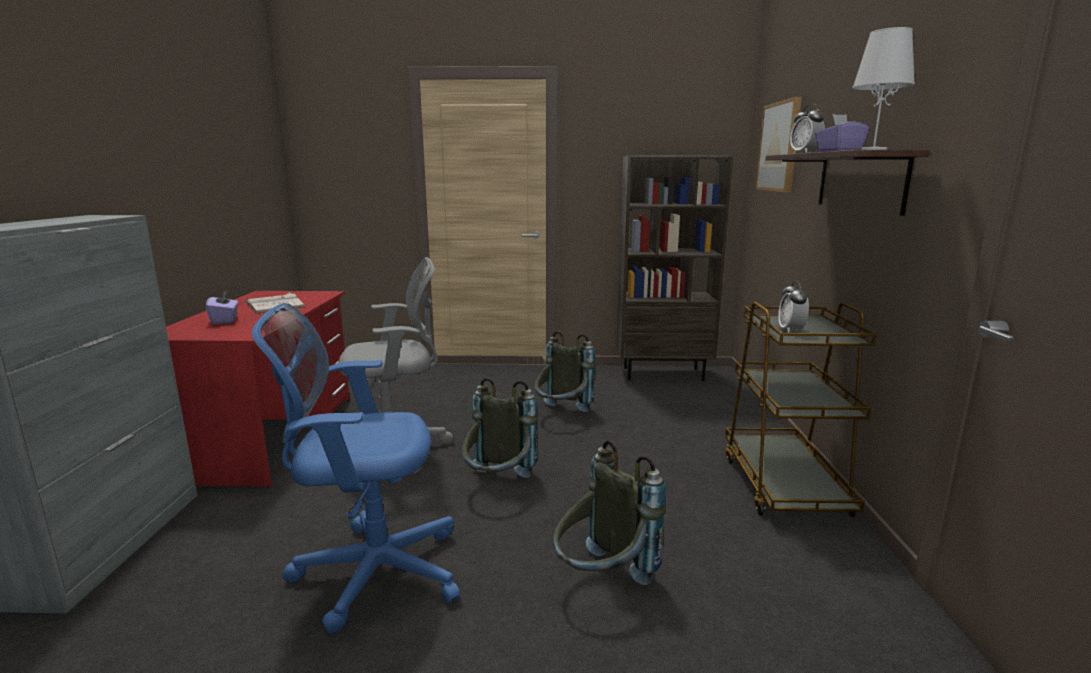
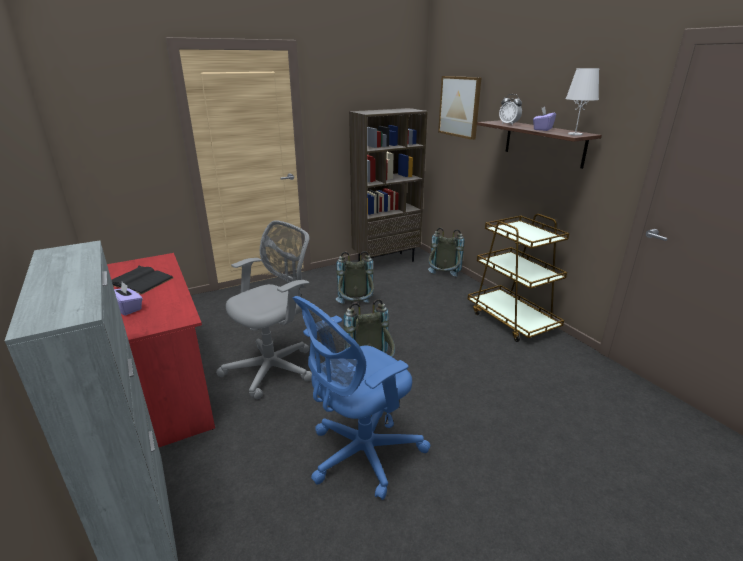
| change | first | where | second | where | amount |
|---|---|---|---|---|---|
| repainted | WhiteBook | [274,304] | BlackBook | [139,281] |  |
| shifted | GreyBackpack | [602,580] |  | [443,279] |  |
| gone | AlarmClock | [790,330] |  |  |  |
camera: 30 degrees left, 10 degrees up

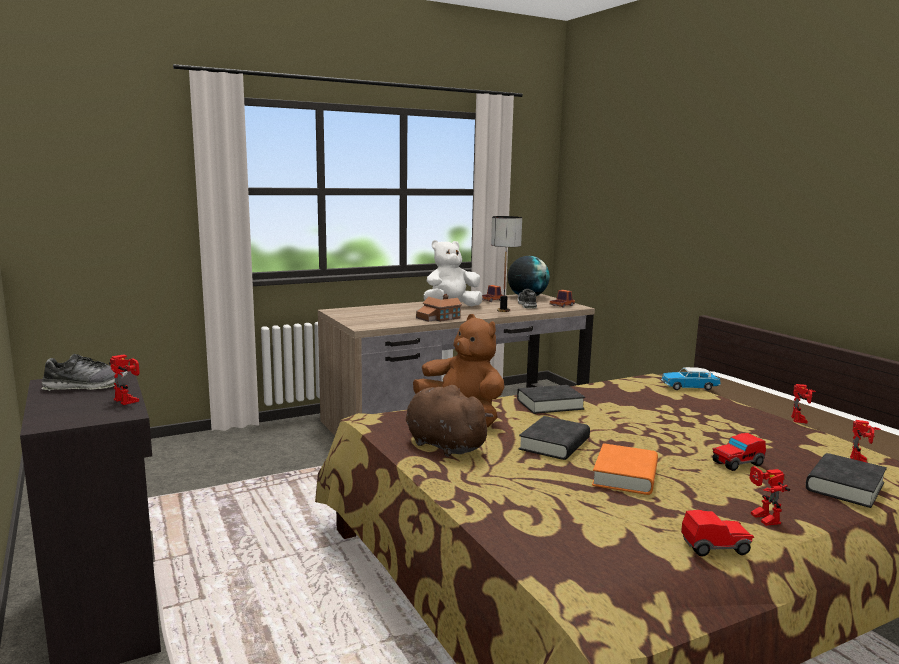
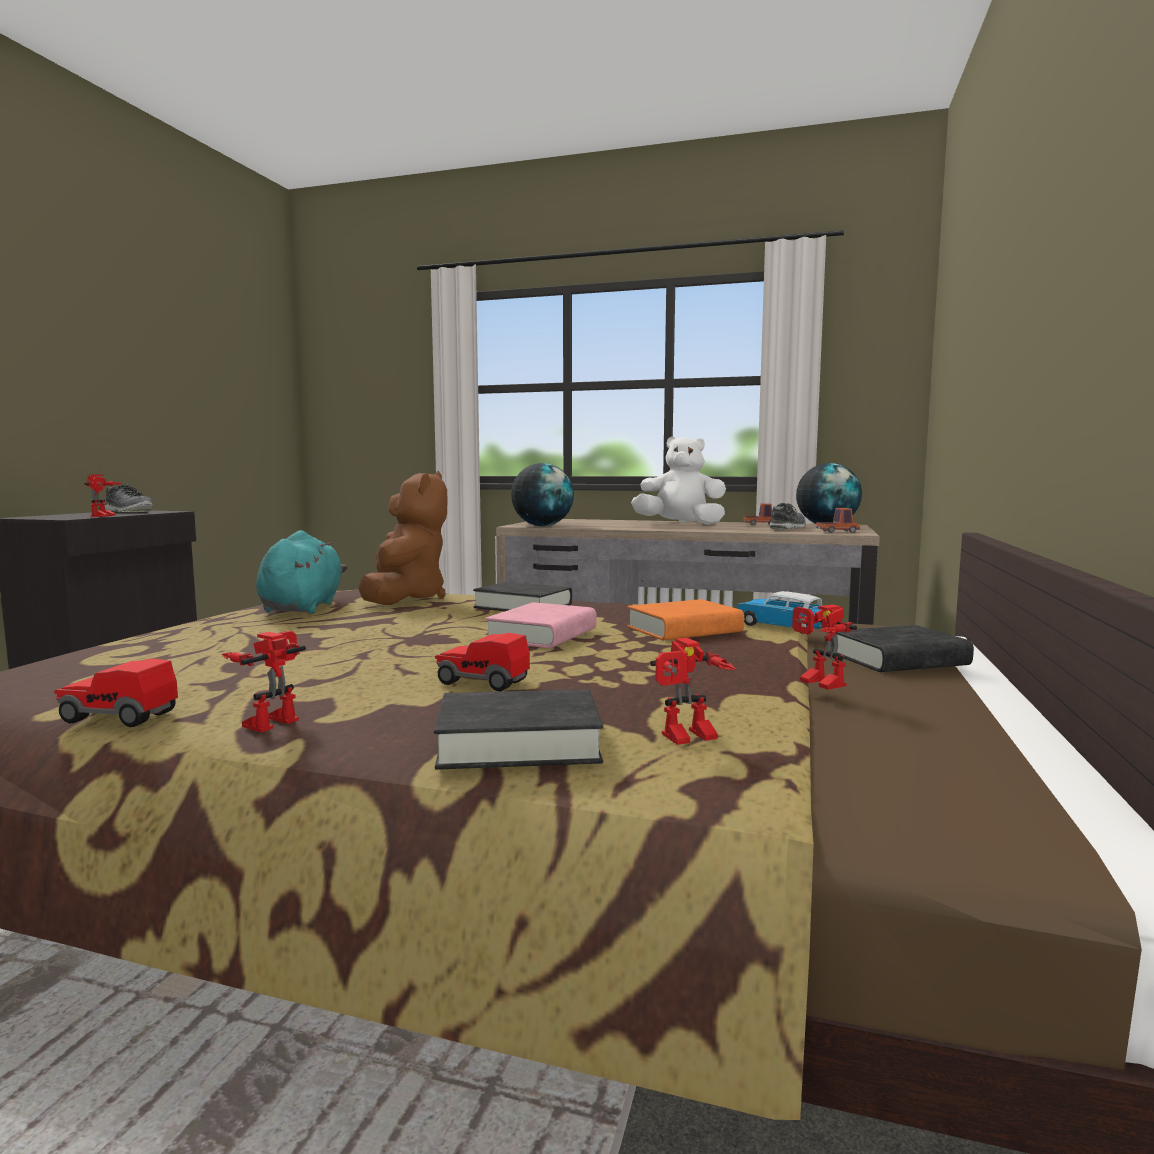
| change | first | where | second | where | amount |
|---|---|---|---|---|---|
| repainted | BrownPlushToy | [443,445] | TurquoisePlushToy | [303,607] |  |
| gone | ToyHouse | [438,318] |  |  |  |
| gone | TableLamp | [503,310] |  |  |  |
| shifted | BlackBook | [554,444] |  | [899,659] |  |
| shifted | OrangeBook | [625,476] |  | [684,630] |  |
| rotated | ToyCar | [715,547] |  | [119,717] | 150 degrees clockwise |
| rotated | ToyRobot | [802,420] |  | [816,683] | 90 degrees clockwise |
| new |  |  | PinkBook | [542,635] |  |
| new |  |  | Globe | [542,526] |  |
camera: 45 degrees right, 5 degrees down

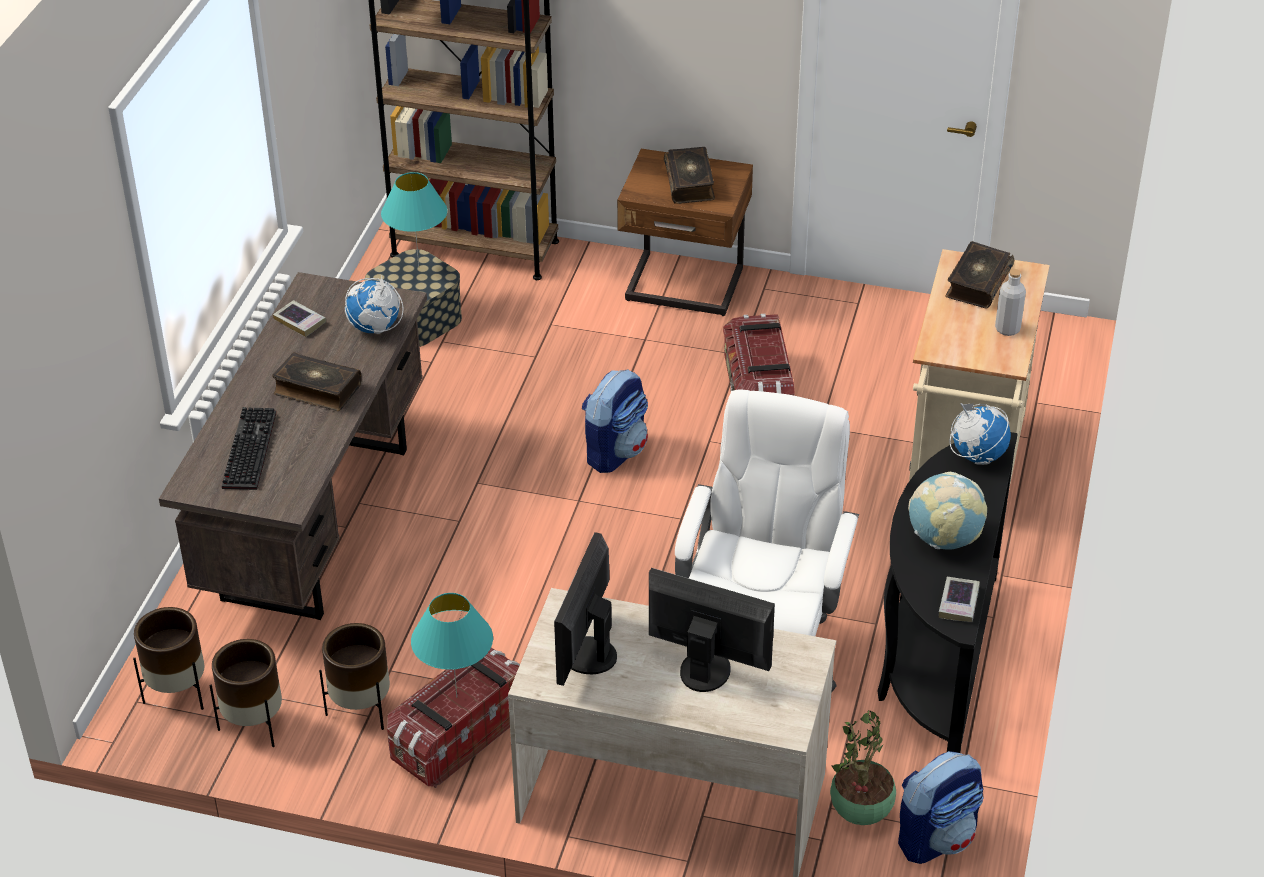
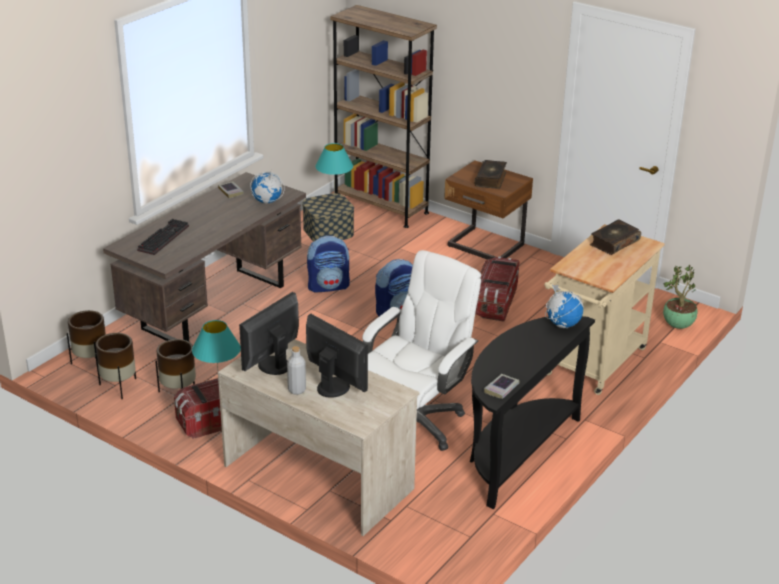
| change | first | where | second | where | amount |
|---|---|---|---|---|---|
| gone | Book | [317,390] |  |  |  |
| shifted | PottedPlant | [860,814] |  | [677,326] |  |
| shifted | Backpack | [937,838] |  | [328,286] |  |
| gone | Globe | [944,539] |  |  |  |
| shifted | GreyBottle | [1007,329] |  | [297,390] |  |
camera: 20 degrees right, 10 degrees down

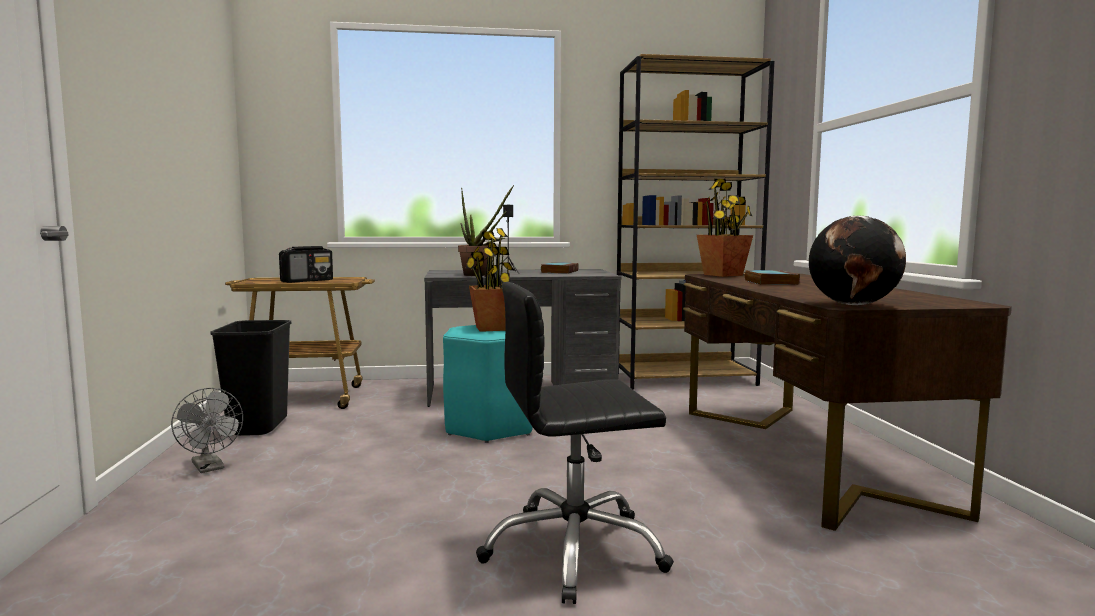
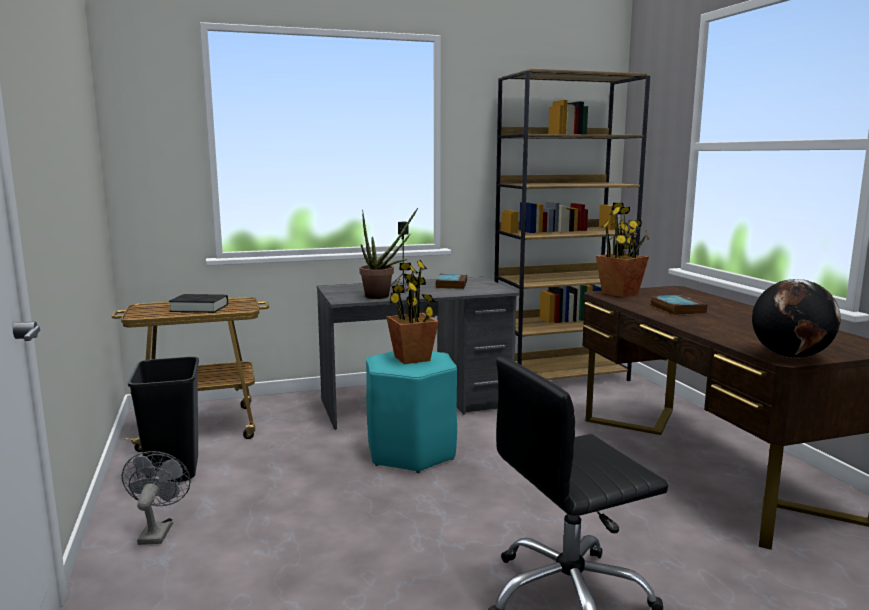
| change | first | where | second | where | amount |
|---|---|---|---|---|---|
| rotated | GreyFan | [210,467] |  | [157,531] | 135 degrees counterclockwise |
| swapped | Radio | [307,281] | BlackBook | [199,308] |  |
camera: 10 degrees left, 5 degrees up

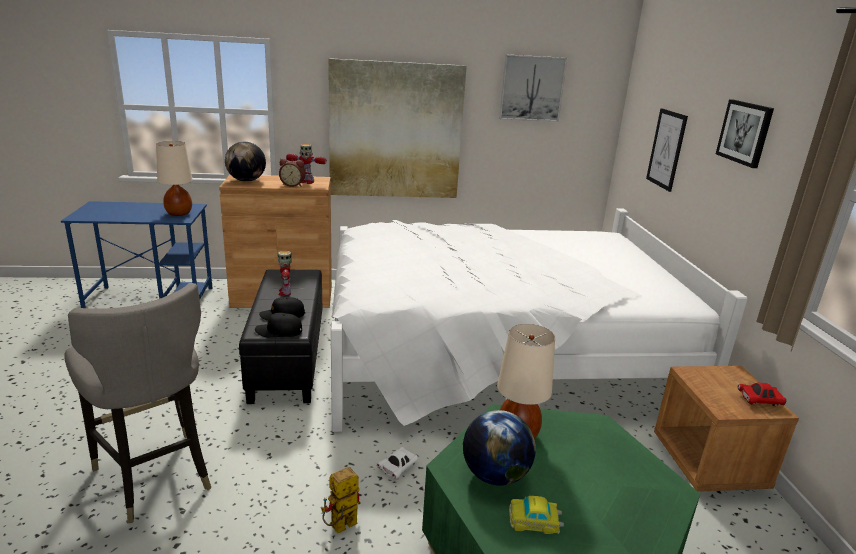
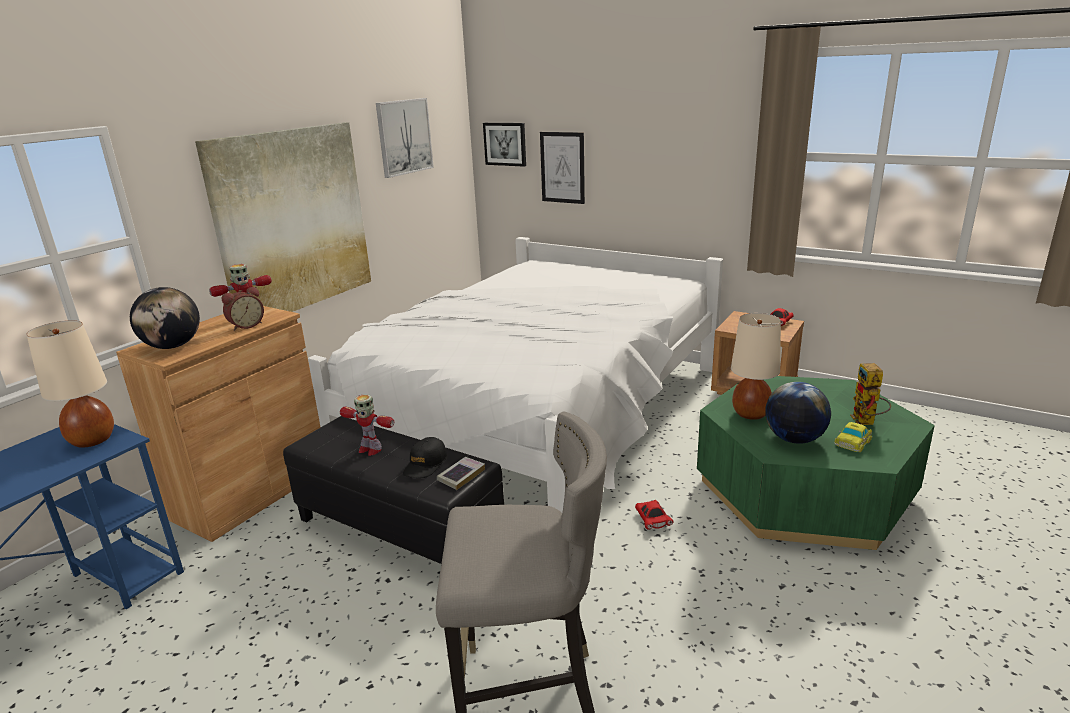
| change | first | where | second | where | amount |
|---|---|---|---|---|---|
| swapped | BlackCap | [279,331] | Book | [461,476] |  |
| shifted | ToyRobot | [339,528] |  | [866,422] |  |
| repainted | WhiteToyCar | [397,468] | RedToyCar | [652,520] |  |
| shifted | Picture | [745,132] |  | [505,144] |  |
camera: 50 degrees left, 0 degrees up

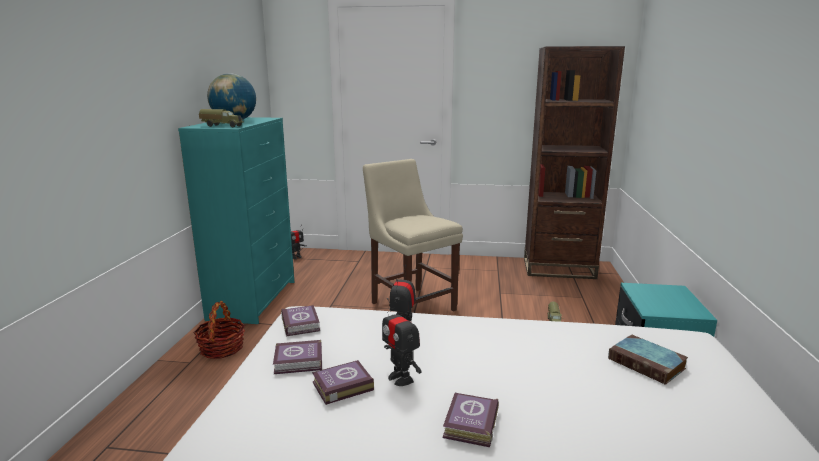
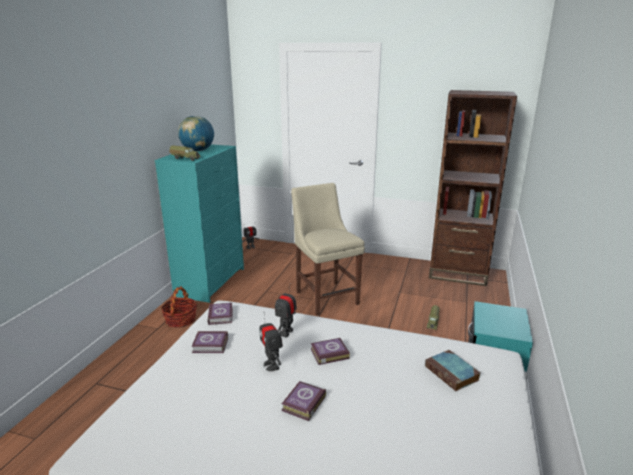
| change | first | where | second | where | amount |
|---|---|---|---|---|---|
| shifted | Book | [341,386] |  | [328,353] |  |
camera: 10 degrees right, 5 degrees up

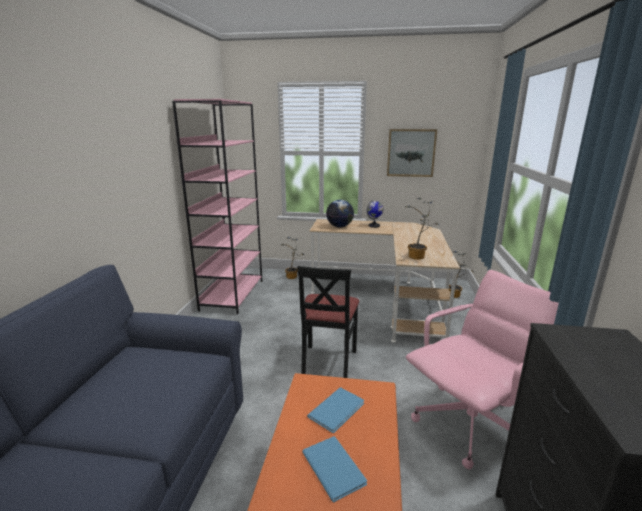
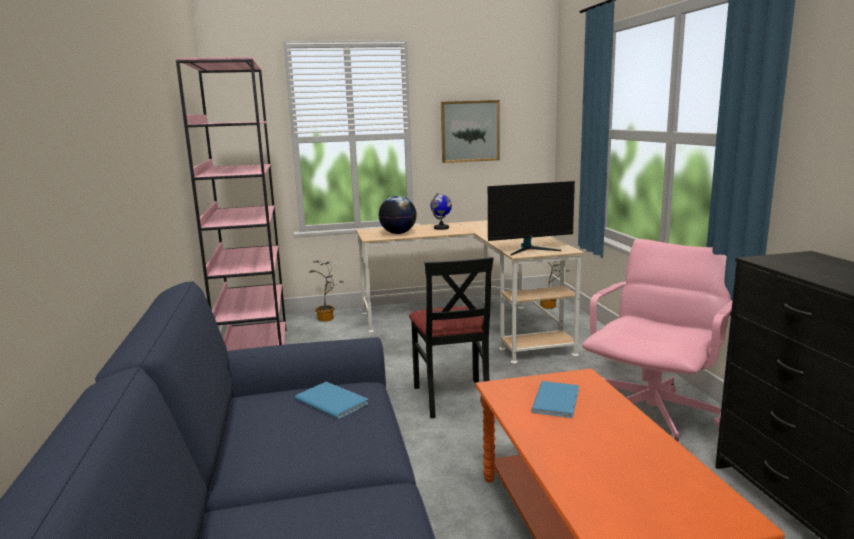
| change | first | where | second | where | amount |
|---|---|---|---|---|---|
| shifted | BlueBook | [334,466] |  | [332,400] |  |
| swapped | PottedPlant | [418,257] | Monitor | [530,249] |  |
camera: 20 degrees left, 5 degrees down

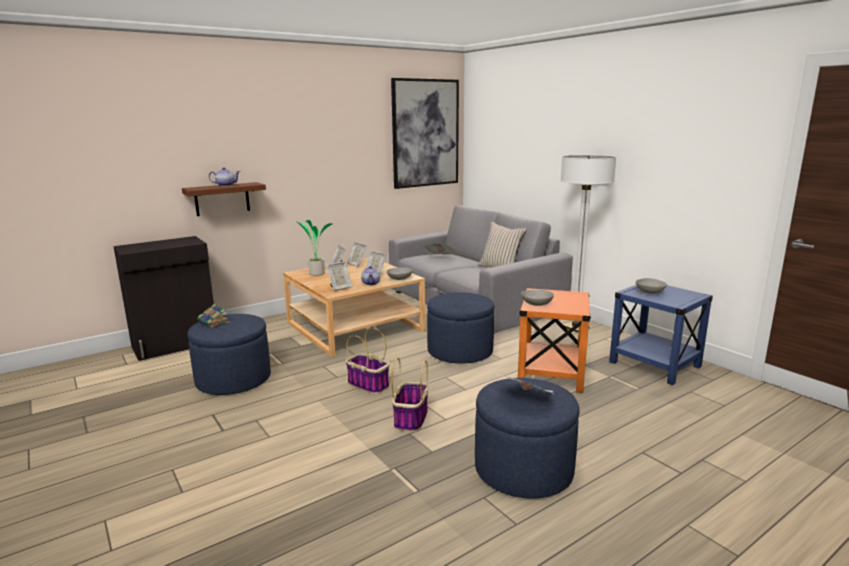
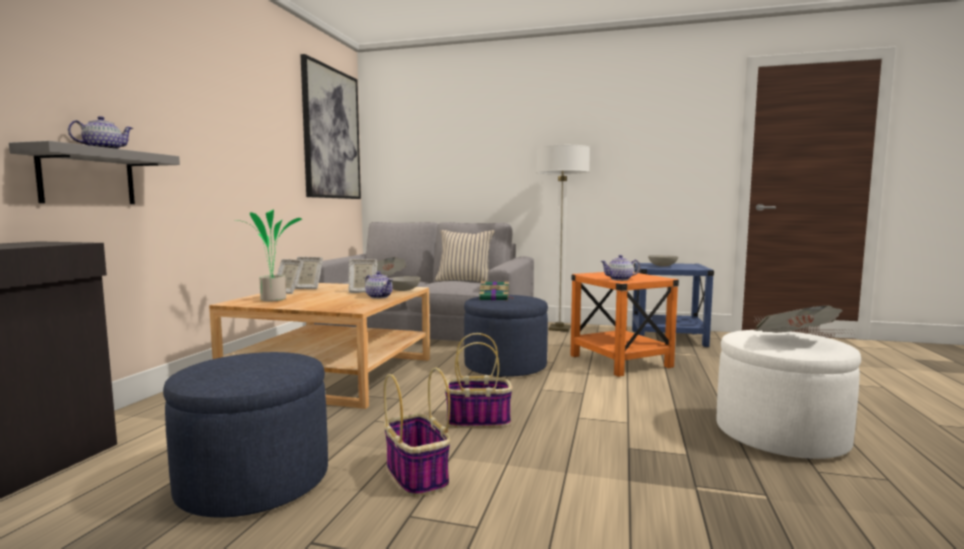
| change | first | where | second | where | amount |
|---|---|---|---|---|---|
| repainted | BrownShelf | [222,199] | GreyShelf | [87,177] |  |
| shifted | Book | [214,322] |  | [495,298] |  |
| gone | PictureFrame | [339,288] |  |  |  |
| shifted | Basket | [411,418] |  | [416,475] |  |
| repainted | BlueOttoman | [523,469] | WhiteOttoman | [780,435] |  |
| swapped | GreyBowl | [537,304] | Teapot | [620,279] |  |
camera: 40 degrees left, 10 degrees down

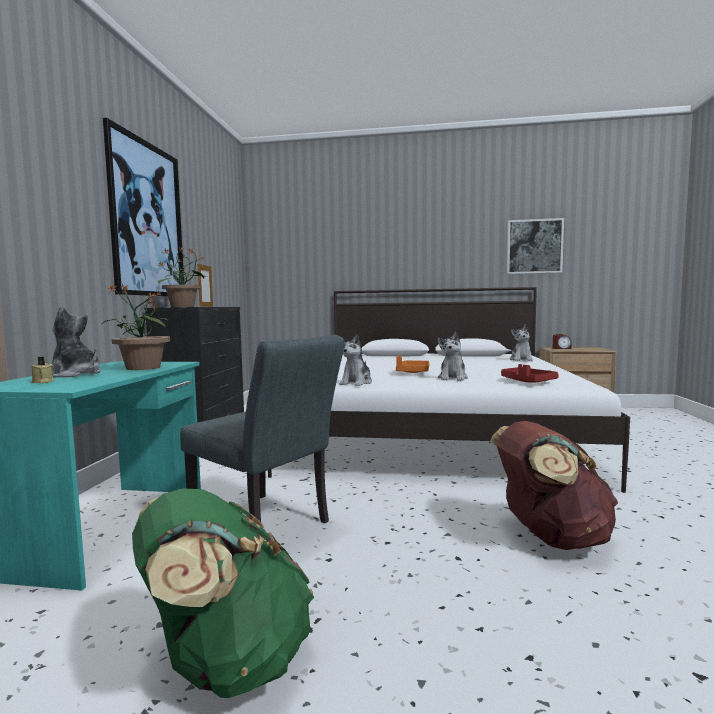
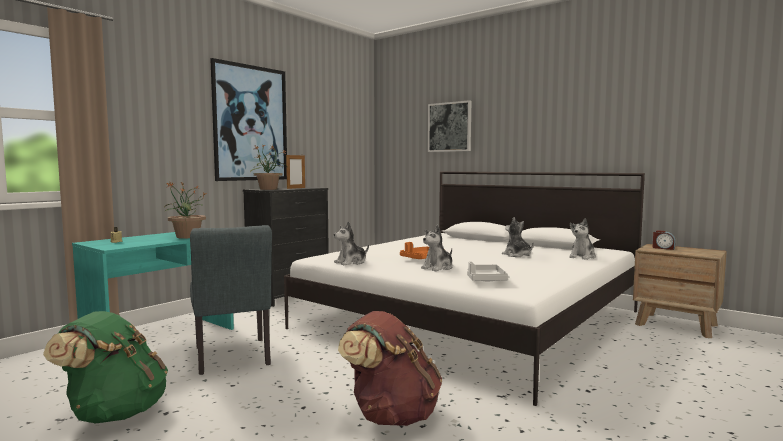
| change | first | where | second | where | amount |
|---|---|---|---|---|---|
| shifted | PlushToy | [75,374] |  | [517,255] |  |
| repainted | RedTray | [527,381] | GreyTray | [485,280] |  |
| shifted | Picture | [534,246] |  | [449,127] |  |
camera: 30 degrees right, 0 degrees up

